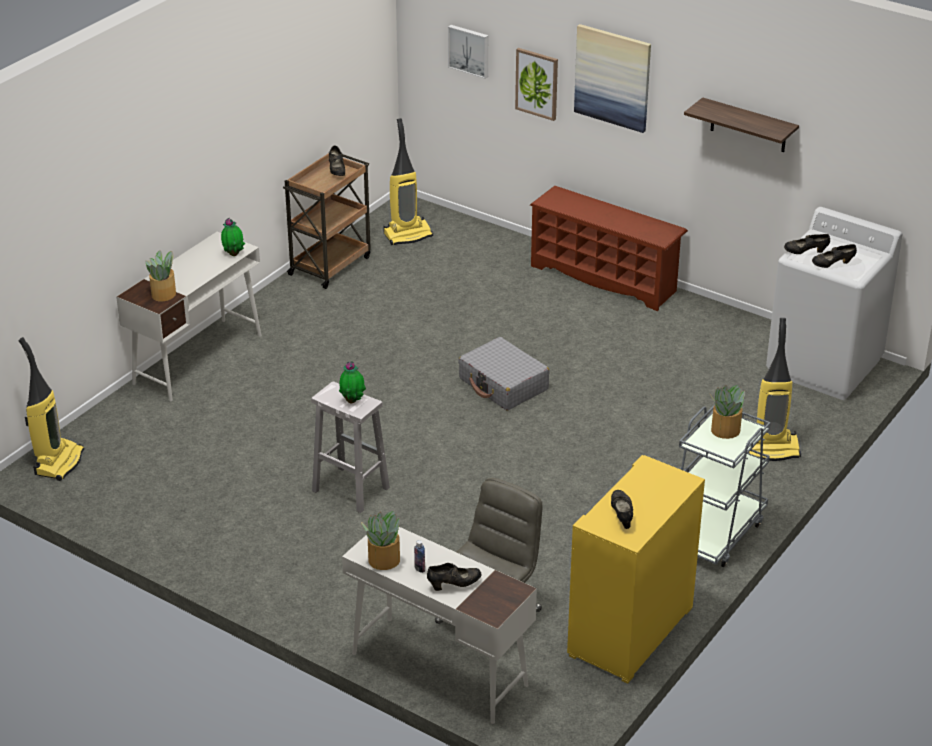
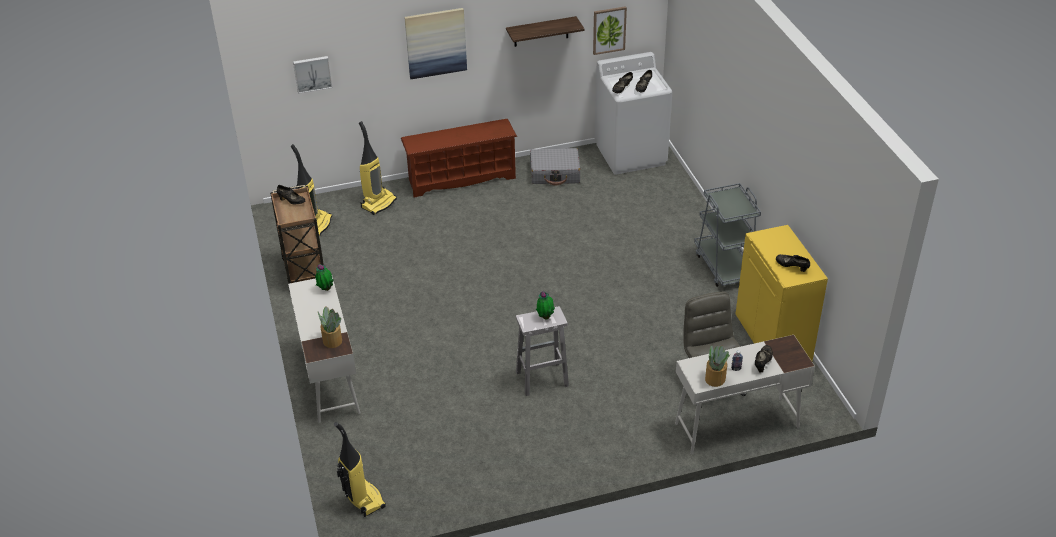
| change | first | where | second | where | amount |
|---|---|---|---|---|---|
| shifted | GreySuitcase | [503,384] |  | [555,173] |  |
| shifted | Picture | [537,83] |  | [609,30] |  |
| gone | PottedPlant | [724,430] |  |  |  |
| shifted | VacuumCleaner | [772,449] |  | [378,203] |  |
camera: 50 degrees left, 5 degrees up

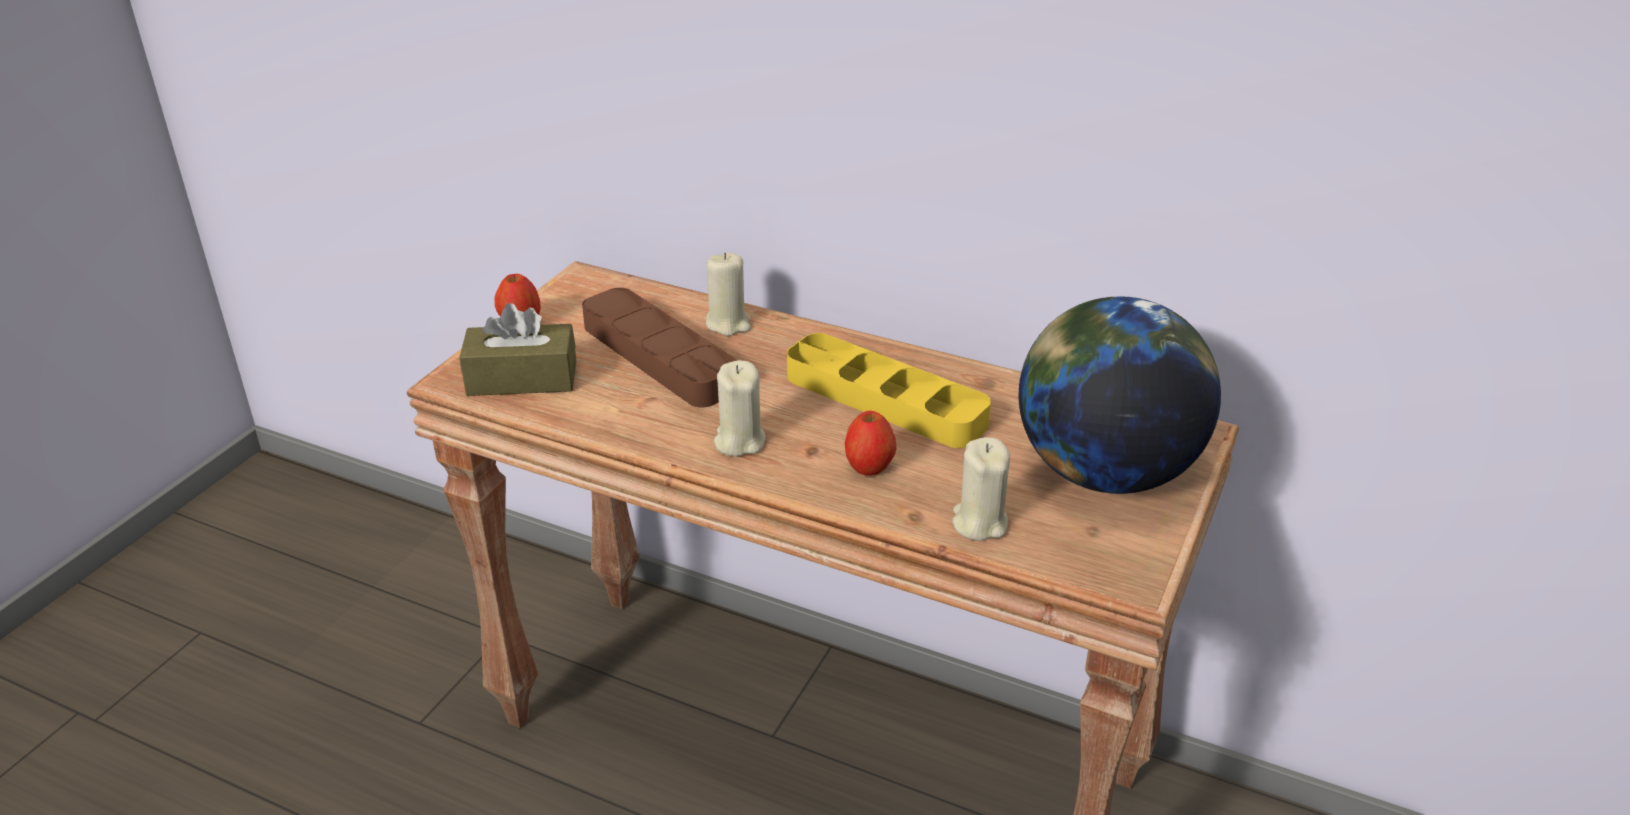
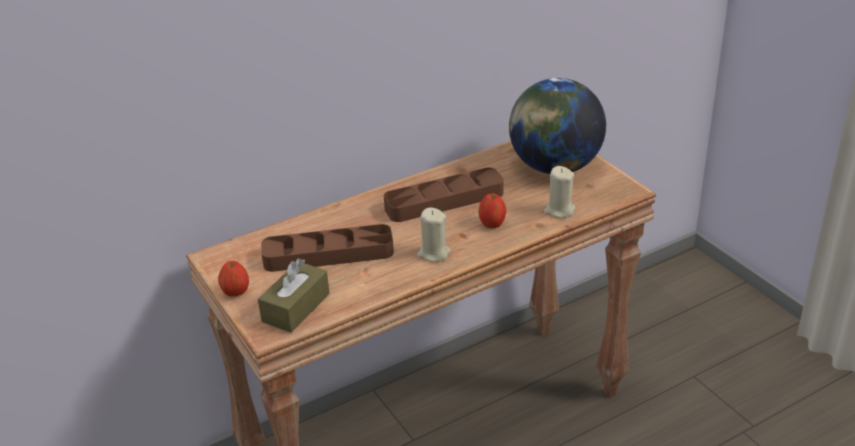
| change | first | where | second | where | amount |
|---|---|---|---|---|---|
| gone | BeigeCandle | [728,323] |  |  |  |
| repainted | YellowTray | [885,400] | BrownTray | [444,200] |  |
camera: 55 degrees left, 0 degrees up

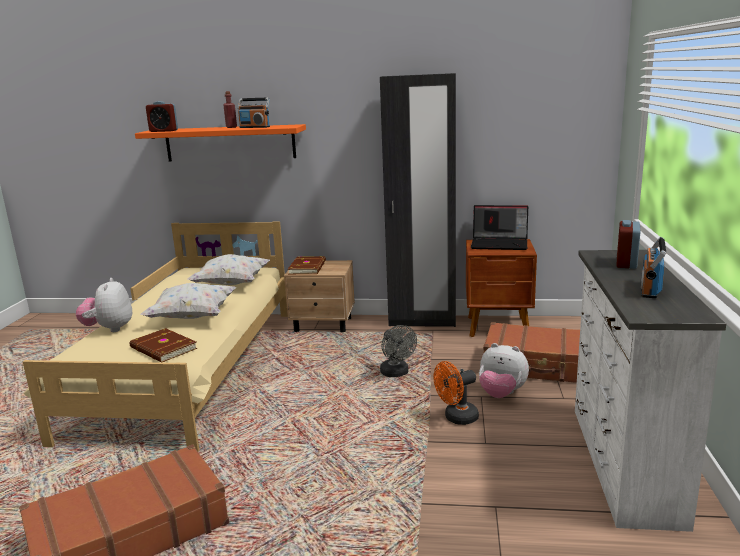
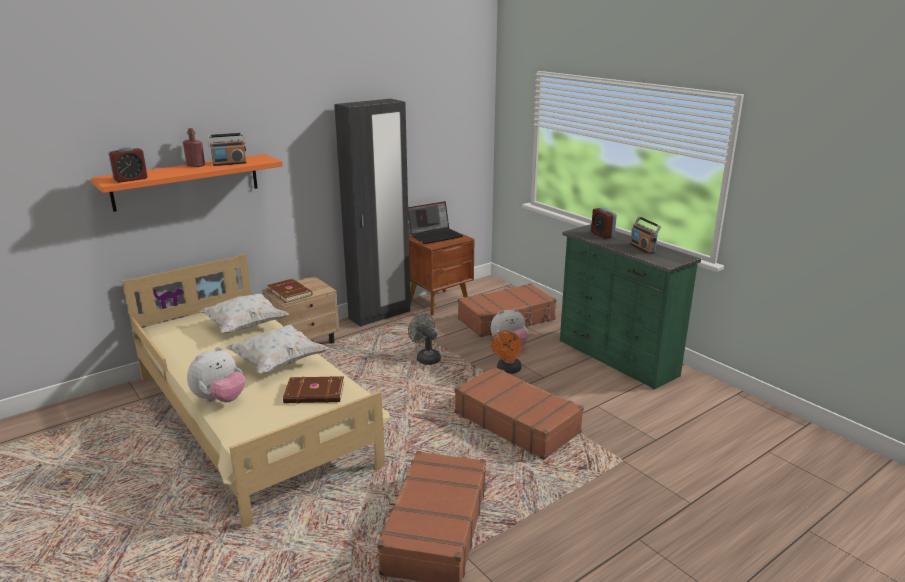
| change | first | where | second | where | amount |
|---|---|---|---|---|---|
| rotated | PlushToy | [109,329] |  | [220,399] | 90 degrees counterclockwise |
| rotated | GreyFan | [396,373] |  | [426,358] | 150 degrees counterclockwise |
| repainted | WhiteDresser | [621,463] | GreenDresser | [616,358] |  |
| new |  |  | BrownSuitcase | [517,422] |  |
camera: 45 degrees left, 5 degrees up

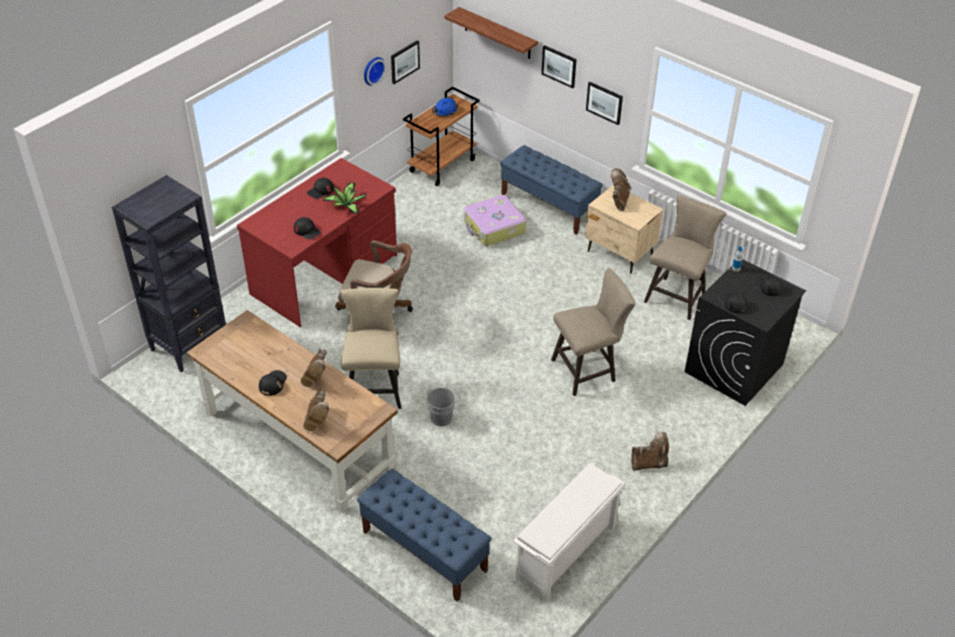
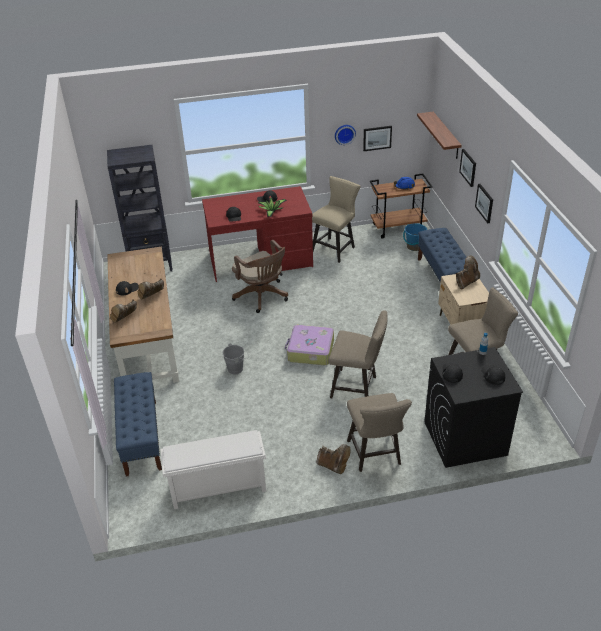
| change | first | where | second | where | amount |
|---|---|---|---|---|---|
| shifted | BeigeChair | [374,387] |  | [335,248] |  |
| shifted | Suitcase | [494,227] |  | [310,351] |  |
| new |  |  | BeigeStool | [375,455] |  |
| new |  |  | BlueBucket | [414,247] |  |
camera: 40 degrees right, 5 degrees down

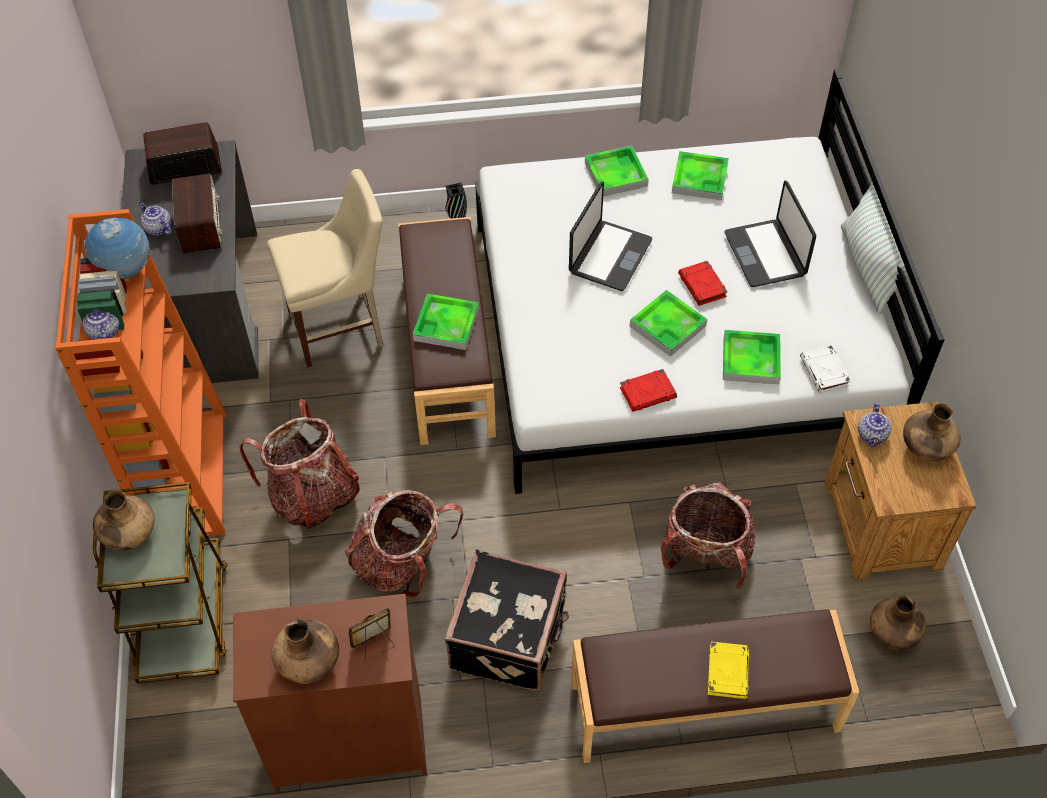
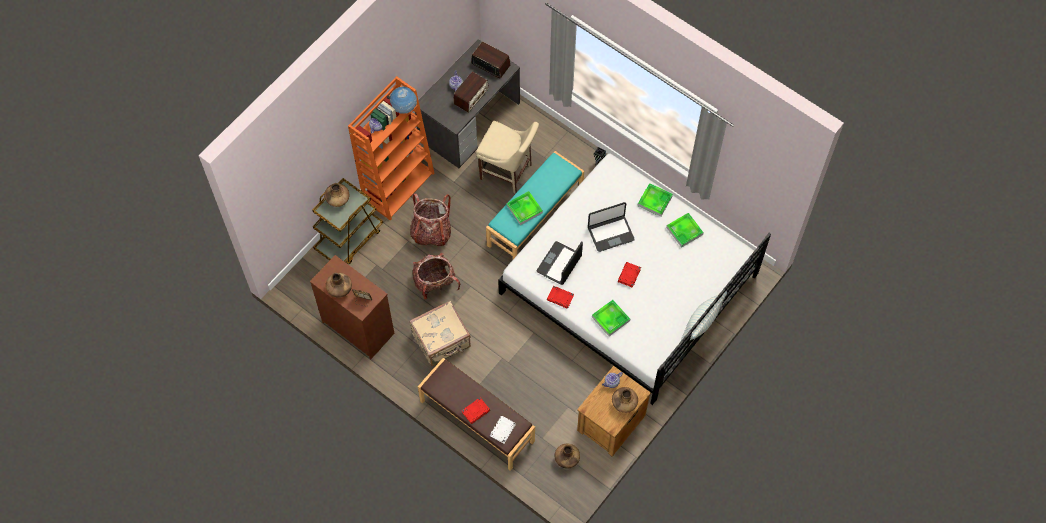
| change | first | where | second | where | amount |
|---|---|---|---|---|---|
| repainted | BrownBench | [449,353] | TurquoiseBench | [535,218] |  |
| repainted | BlackSuitcase | [510,637] | BeigeSuitcase | [442,341] |  |
| gone | Tray | [667,326] |  |  |  |
| gone | Backpack | [705,554] |  |  |  |
| repainted | YellowBook | [727,671] | RedBook | [476,411] |  |
| shifted | Laptop | [766,254] |  | [559,264] |  |
| shifted | WhiteBook | [824,372] |  | [502,430] |  |
camera: 45 degrees right, 10 degrees up

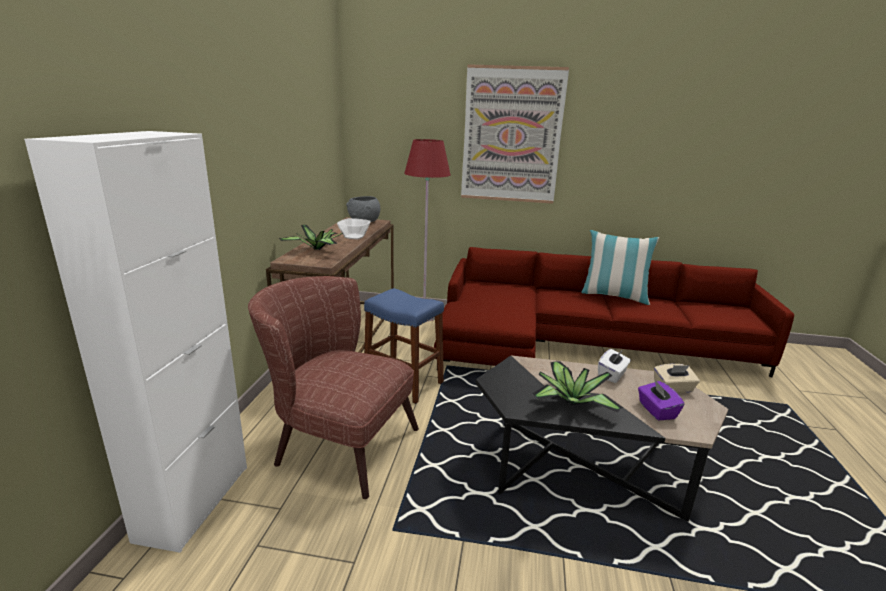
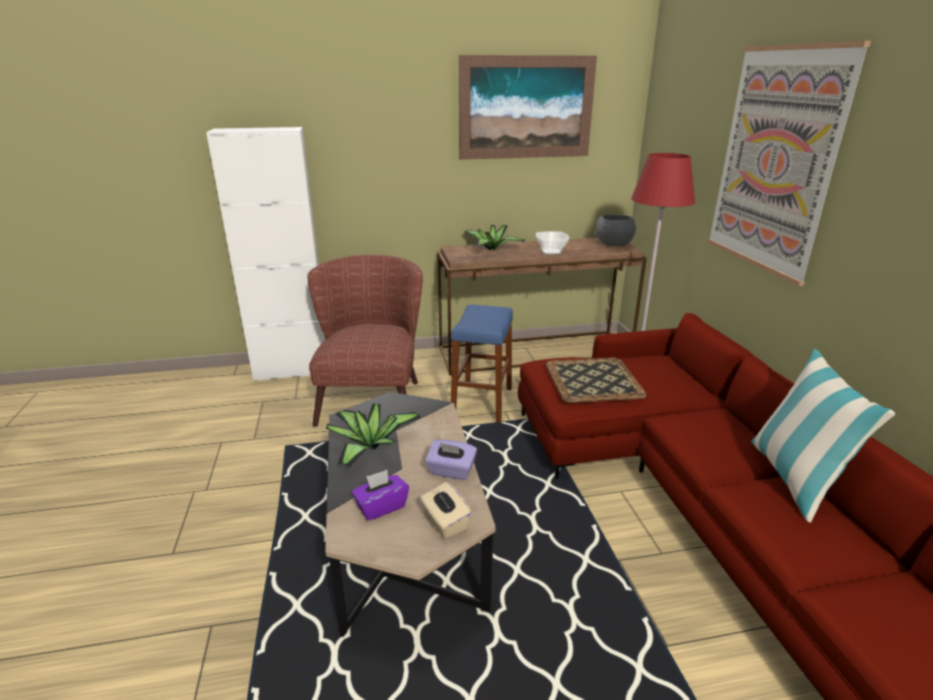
| change | first | where | second | where | amount |
|---|---|---|---|---|---|
| repainted | WhiteTissueBox | [612,375] | PurpleTissueBox | [451,471] |  |
| new |  |  | Picture | [526,108] |  |
| new |  |  | Tray | [594,380] |  |
camera: 70 degrees right, 5 degrees up

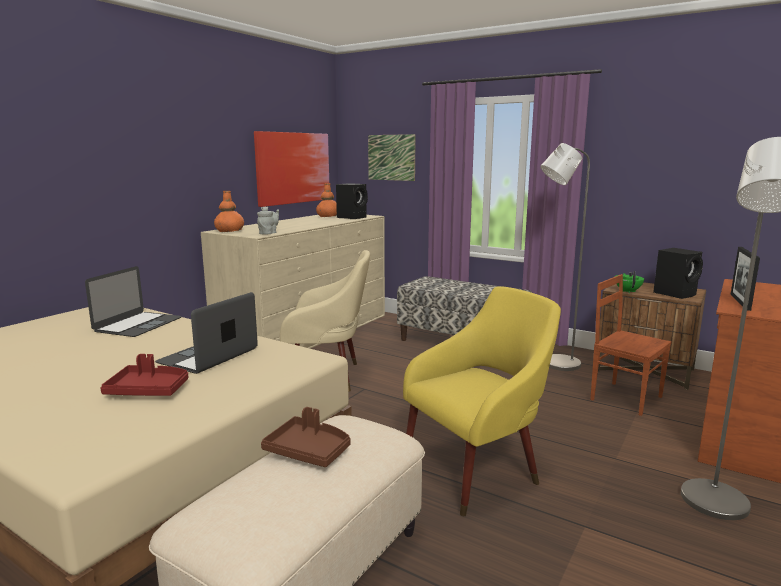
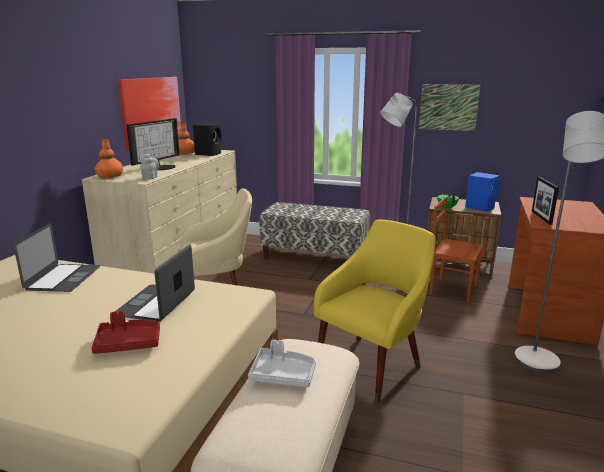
| change | first | where | second | where | amount |
|---|---|---|---|---|---|
| repainted | BrownTray | [309,451] | GreyTray | [283,375] |  |
| shifted | Picture | [391,157] |  | [448,107] |  |
| repainted | BlackSpeaker | [675,294] | BlueSpeaker | [480,207] |  |
| new |  |  | Monitor | [162,167] |  |
camera: 15 degrees left, 5 degrees up

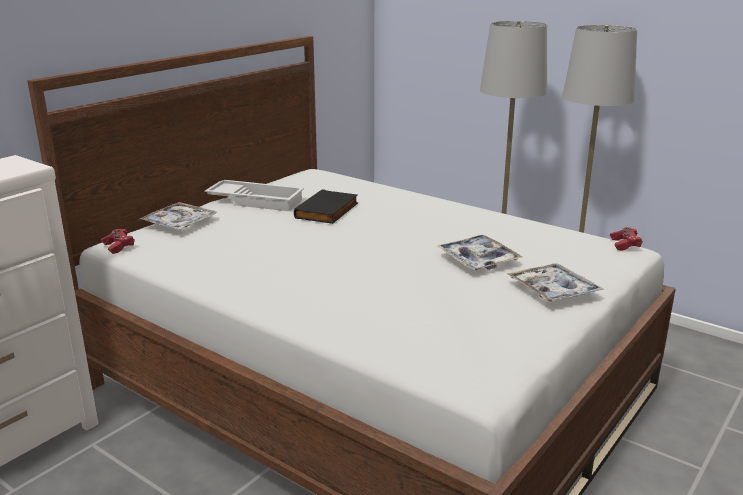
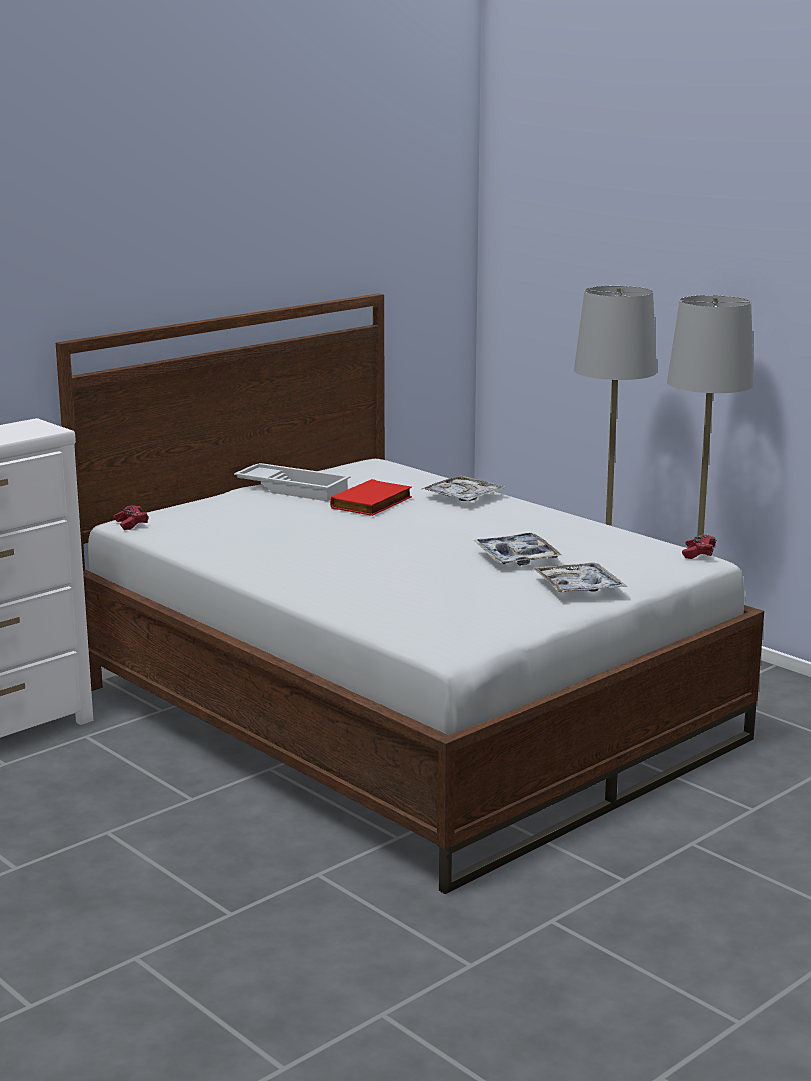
| change | first | where | second | where | amount |
|---|---|---|---|---|---|
| shifted | Tray | [179,223] |  | [463,497] |  |
| repainted | BlackBook | [328,211] | RedBook | [373,503] |  |
camera: 10 degrees right, 5 degrees down

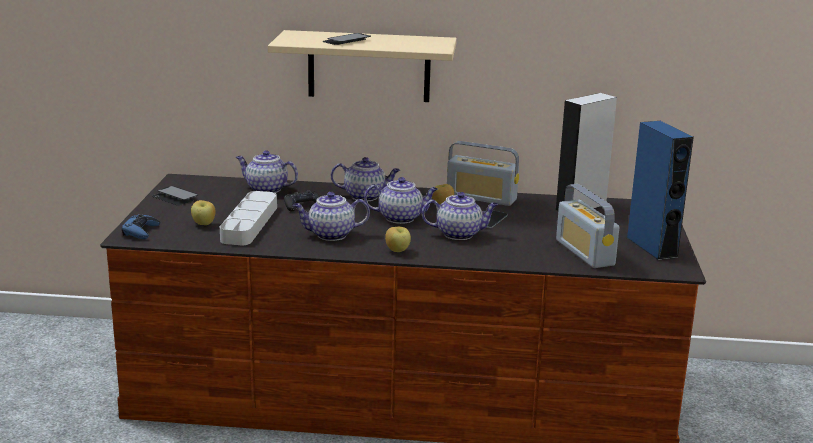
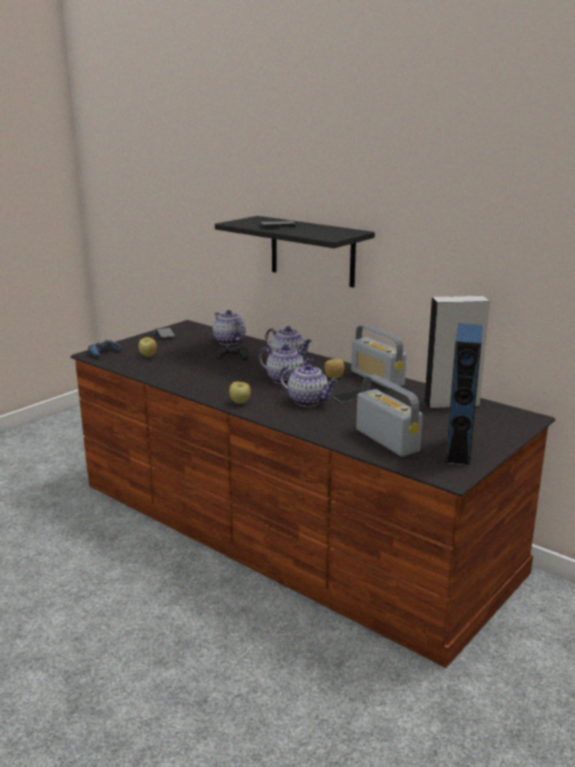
| change | first | where | second | where | amount |
|---|---|---|---|---|---|
| gone | GreyTray | [249,223] |  |  |  |
| repainted | BeigeShelf | [369,66] | BlackShelf | [312,251] |  |
| gone | Teapot | [330,235] |  |  |  |
| rotated | Radio | [584,252] |  | [387,440] | 135 degrees clockwise |
camera: 35 degrees right, 0 degrees up

